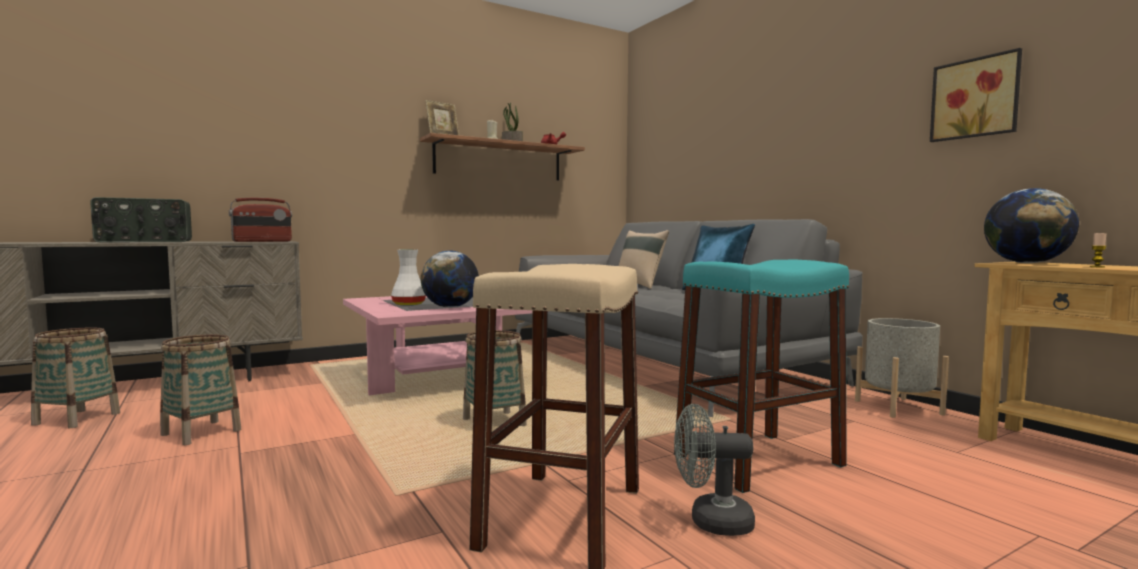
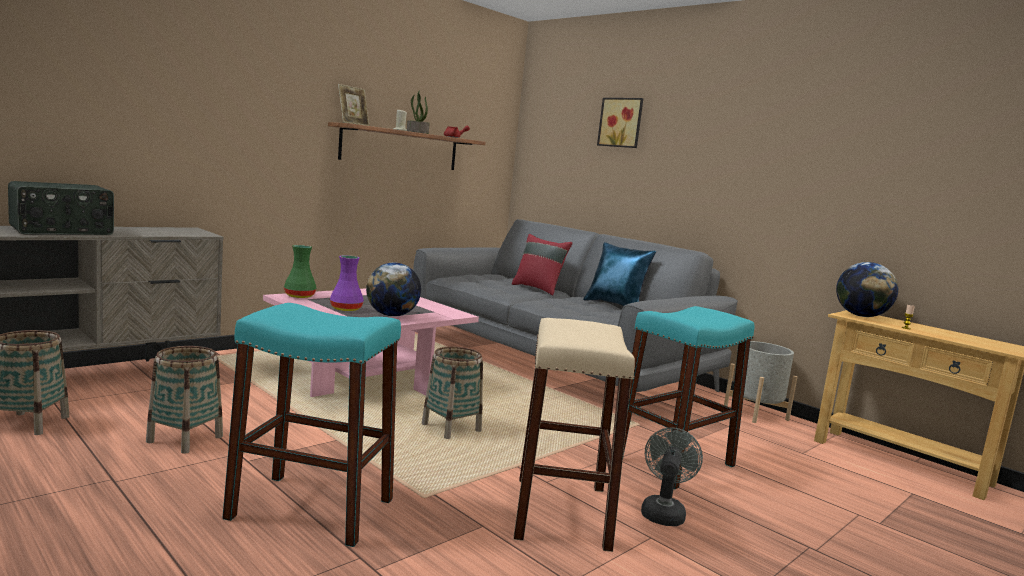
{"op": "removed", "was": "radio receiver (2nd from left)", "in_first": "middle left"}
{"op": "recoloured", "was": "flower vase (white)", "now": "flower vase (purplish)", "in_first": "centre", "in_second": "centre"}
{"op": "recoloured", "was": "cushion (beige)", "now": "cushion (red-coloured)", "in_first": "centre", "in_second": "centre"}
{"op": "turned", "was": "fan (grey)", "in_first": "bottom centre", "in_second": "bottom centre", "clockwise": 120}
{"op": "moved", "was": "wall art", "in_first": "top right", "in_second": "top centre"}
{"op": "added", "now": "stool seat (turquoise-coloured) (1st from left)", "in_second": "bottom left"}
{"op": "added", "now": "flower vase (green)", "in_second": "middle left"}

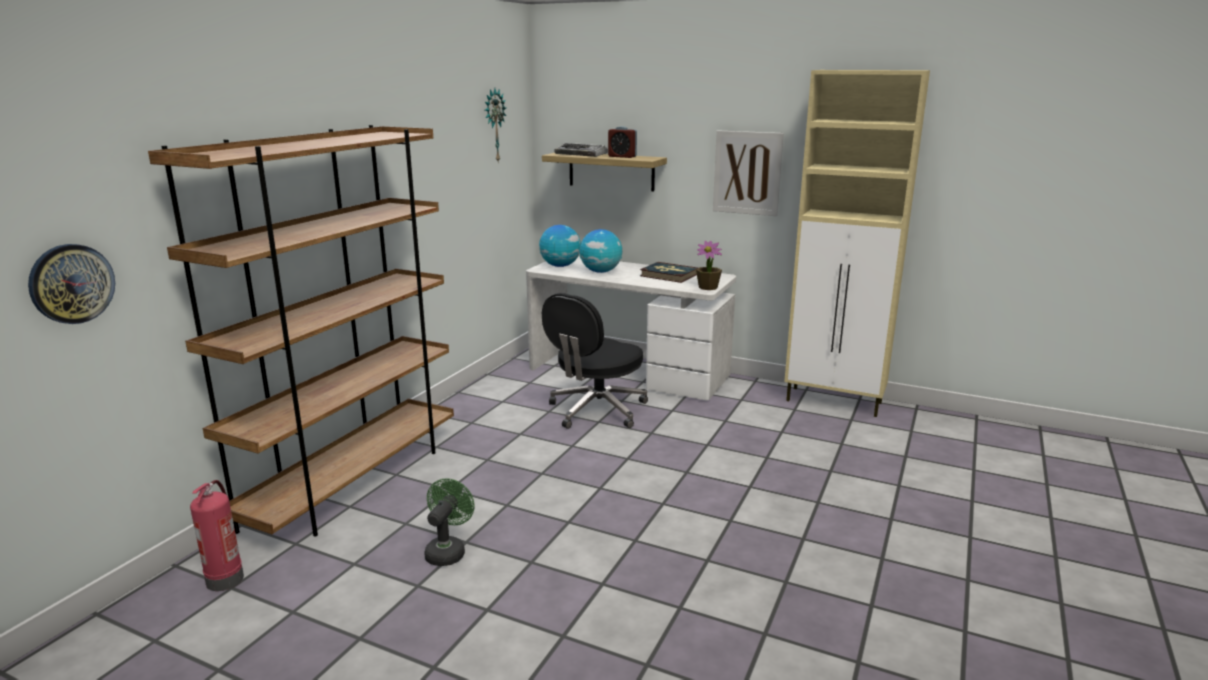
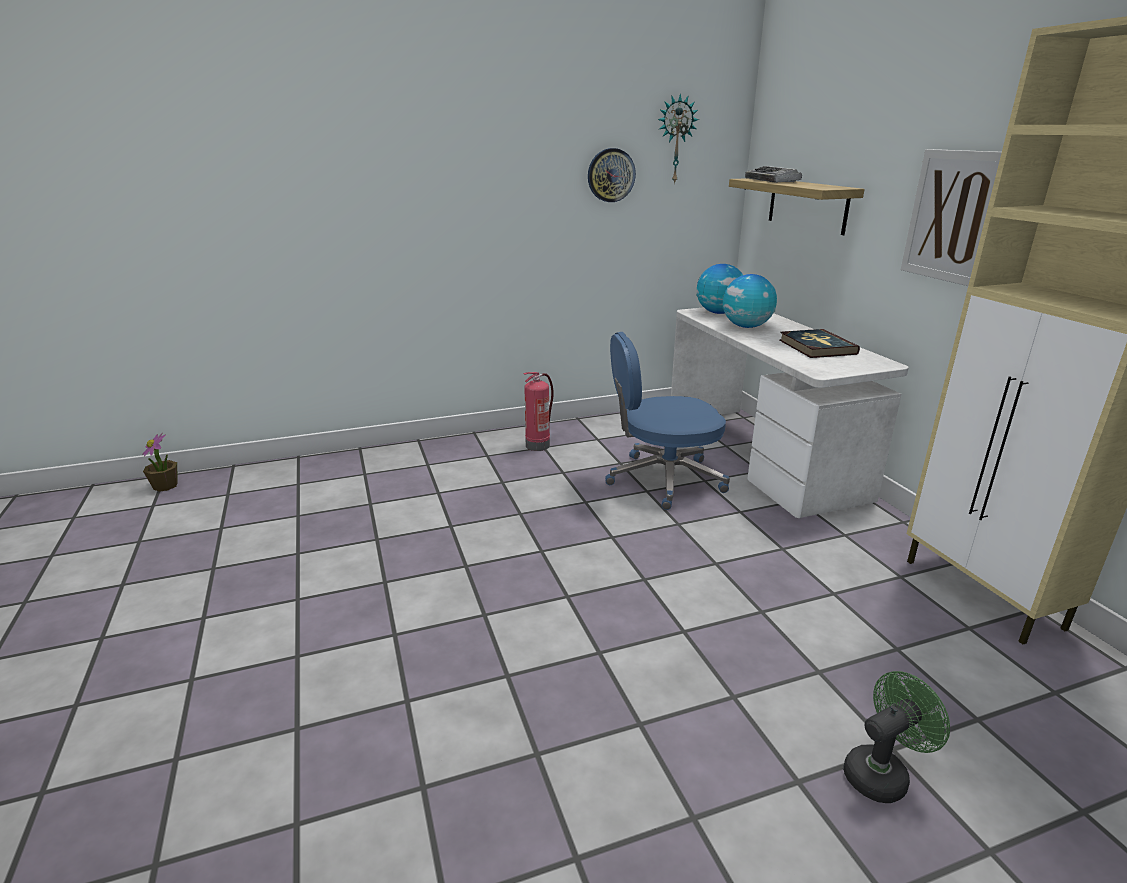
{"op": "moved", "was": "wall clock (1st from left)", "in_first": "middle left", "in_second": "top centre"}
{"op": "removed", "was": "shelving unit (brown)", "in_first": "middle left"}
{"op": "moved", "was": "fire extinguisher", "in_first": "bottom left", "in_second": "centre"}
{"op": "moved", "was": "fan (green)", "in_first": "bottom centre", "in_second": "bottom right"}
{"op": "recoloured", "was": "office chair (blackish)", "now": "office chair (blue-coloured)", "in_first": "centre", "in_second": "centre"}
{"op": "removed", "was": "table clock", "in_first": "top centre"}
{"op": "moved", "was": "potted plant", "in_first": "centre", "in_second": "middle left"}

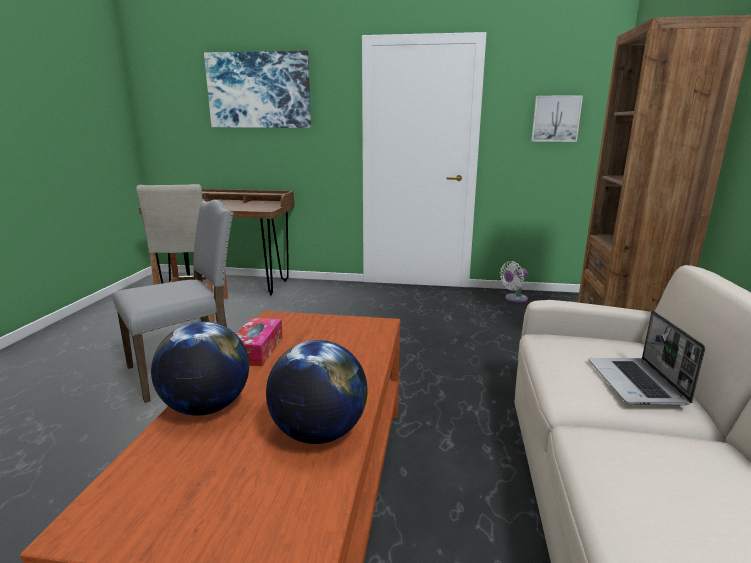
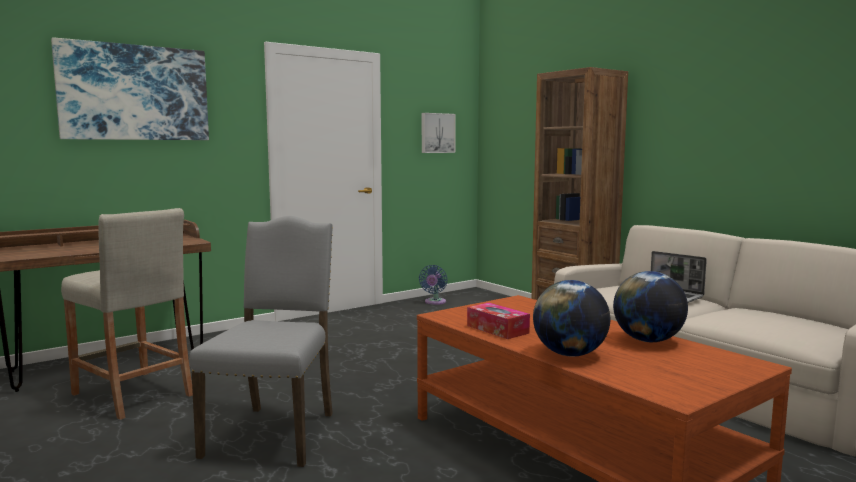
{"op": "recoloured", "was": "fan (white)", "now": "fan (blue-coloured)", "in_first": "middle right", "in_second": "centre"}

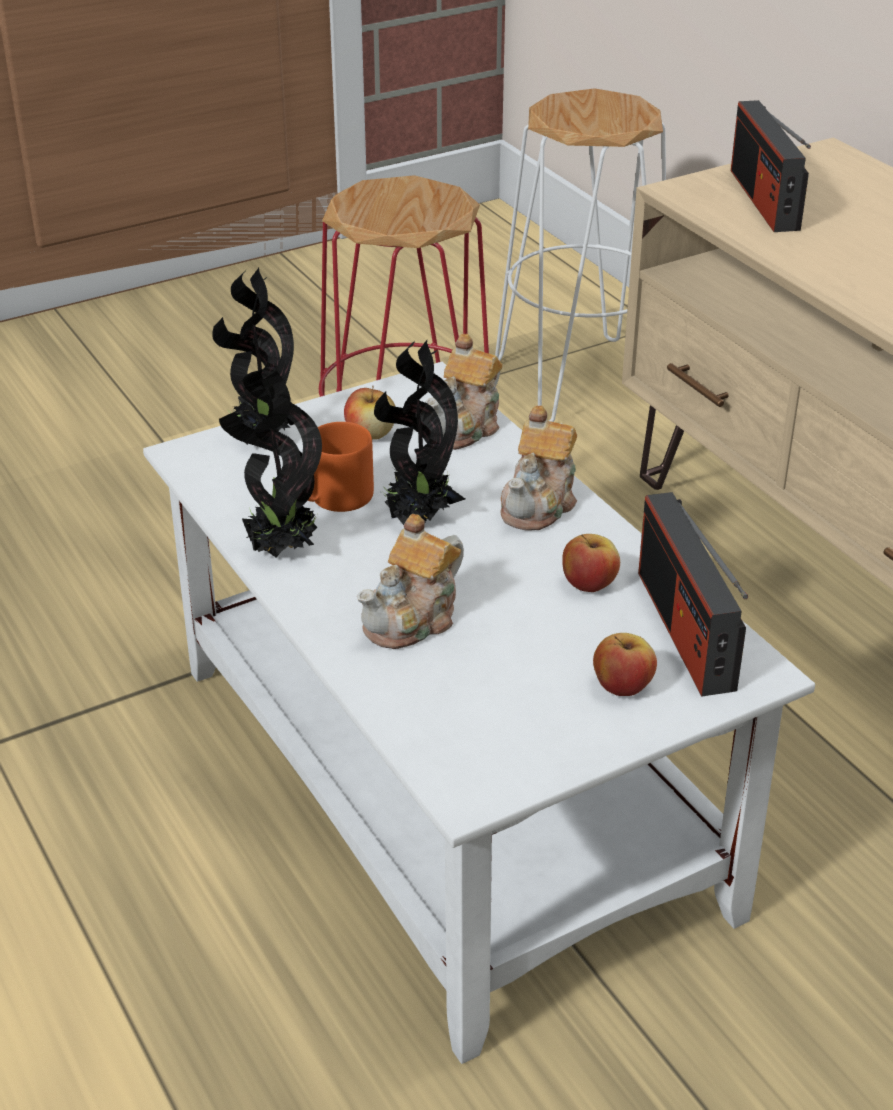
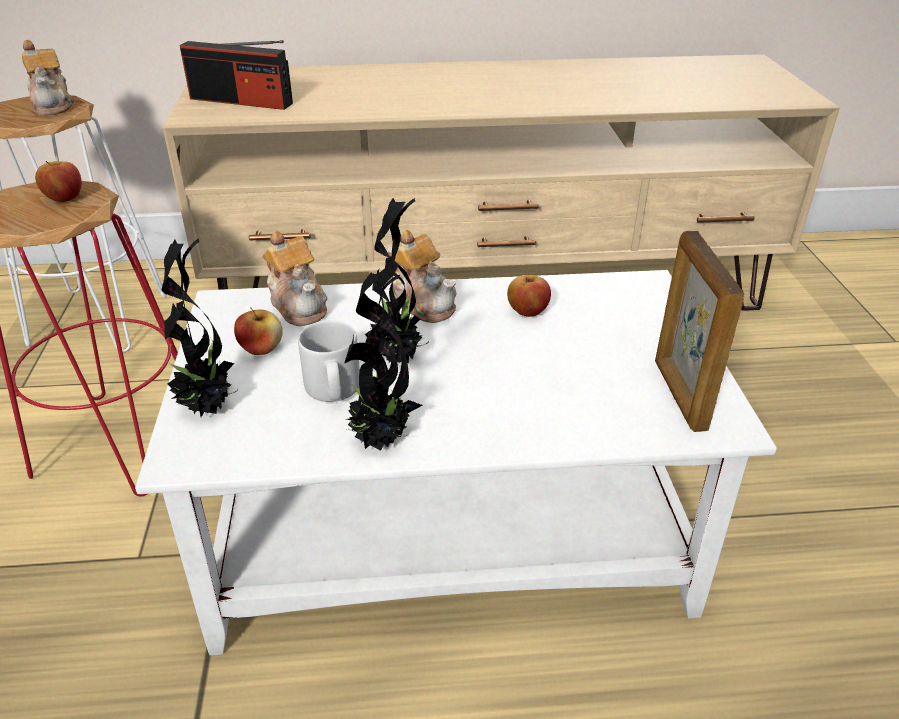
{"op": "recoloured", "was": "tea mug (orange)", "now": "tea mug (grey)", "in_first": "centre", "in_second": "centre"}
{"op": "moved", "was": "pot for tea (1st from left)", "in_first": "centre", "in_second": "top left"}
{"op": "moved", "was": "whole apple (3rd from left in the first image)", "now": "whole apple (1st from left)", "in_first": "middle right", "in_second": "top left"}
{"op": "removed", "was": "radio receiver (1st from left)", "in_first": "middle right"}
{"op": "added", "now": "picture frame", "in_second": "middle right"}

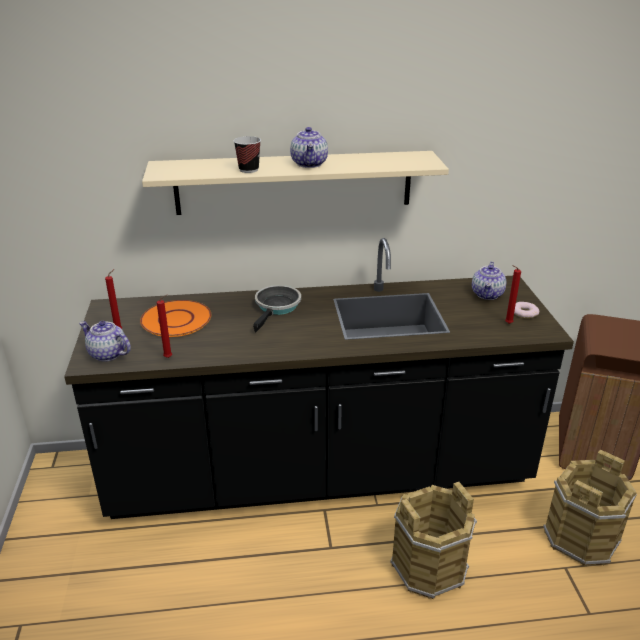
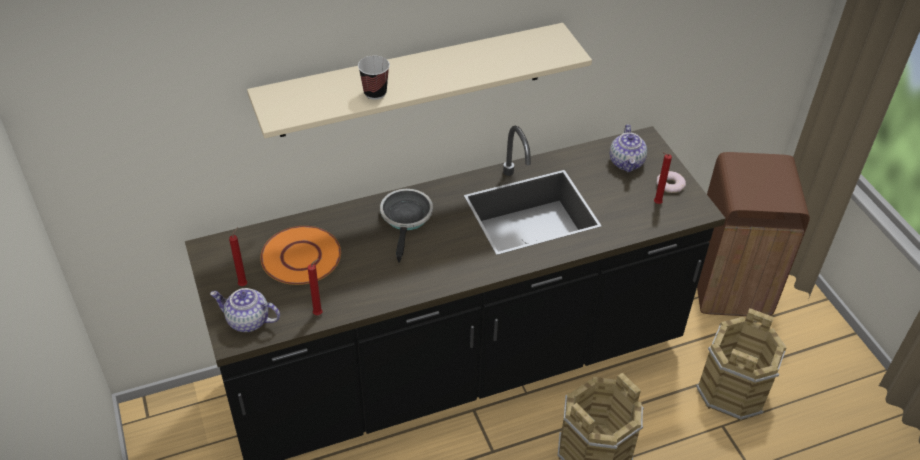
{"op": "removed", "was": "pot for tea (2nd from left)", "in_first": "top centre"}

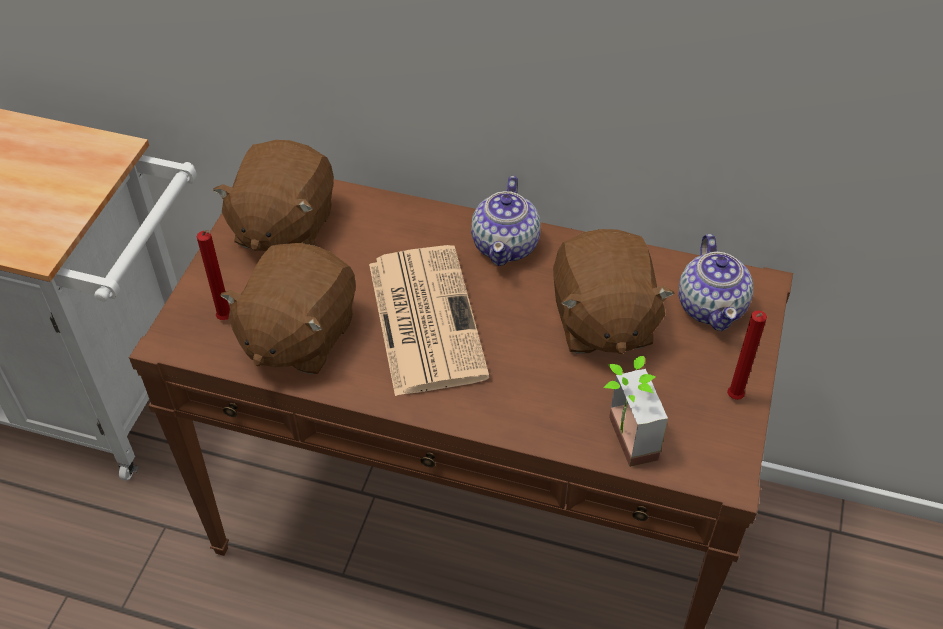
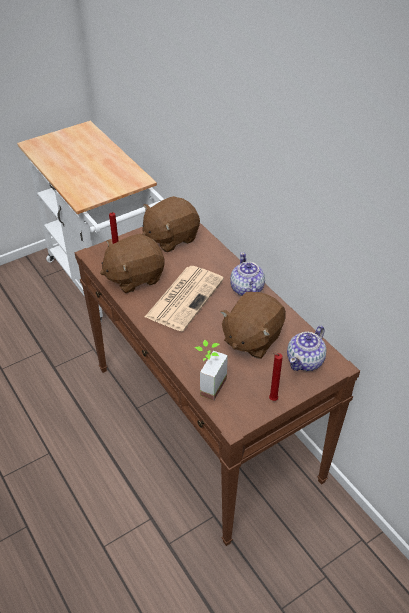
{"op": "turned", "was": "pot for tea (1st from left)", "in_first": "centre", "in_second": "centre", "clockwise": 120}

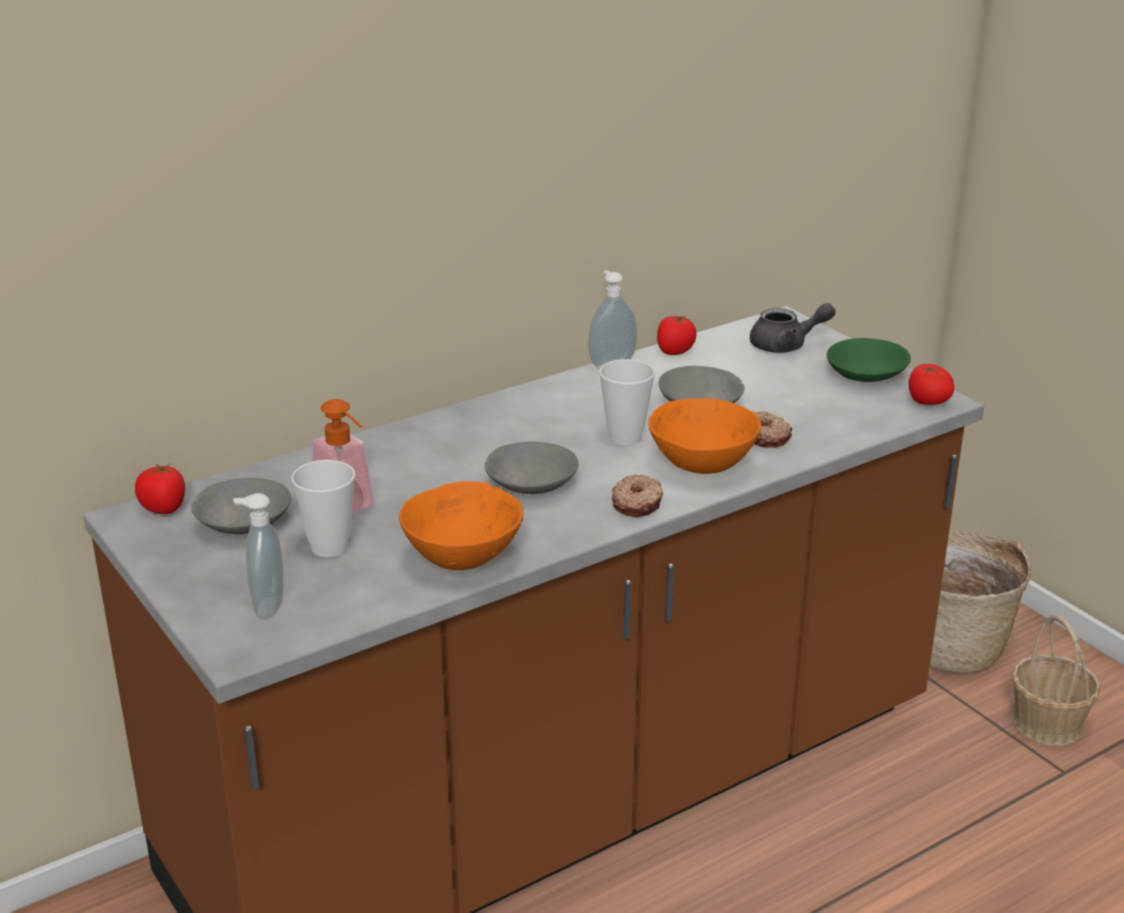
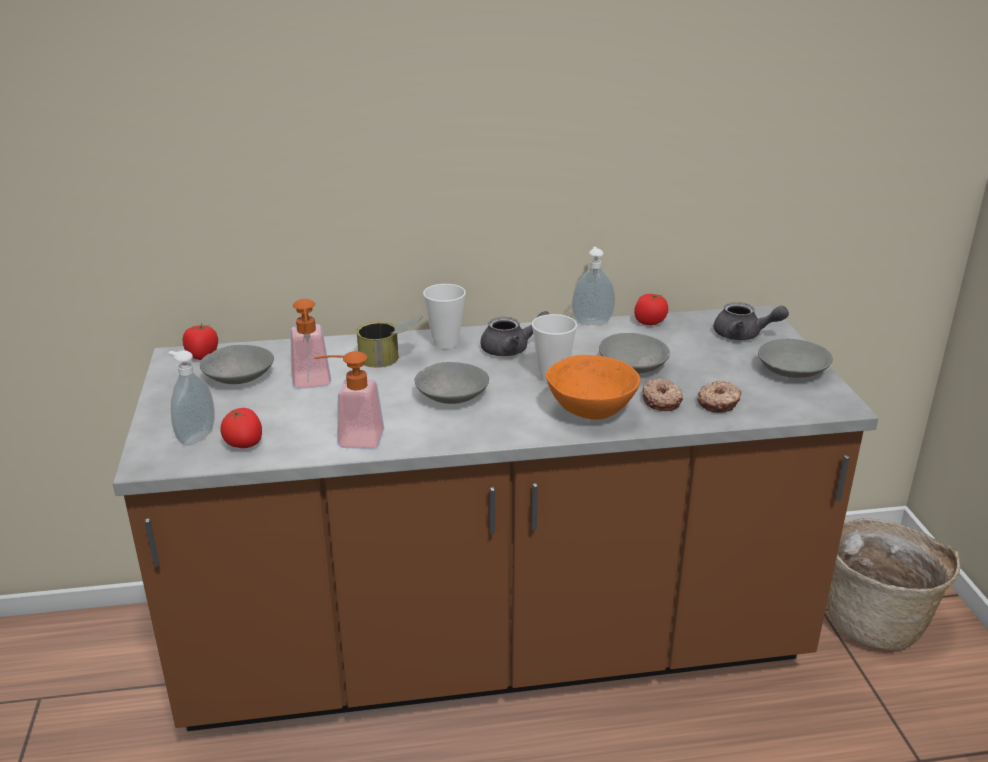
{"op": "moved", "was": "small cup (1st from left)", "in_first": "middle left", "in_second": "centre"}
{"op": "replaced", "was": "bowl (orange) (1st from left)", "now": "liquid soap bottle (3rd from left)", "in_first": "centre", "in_second": "centre"}
{"op": "moved", "was": "donut (1st from left in the first image)", "now": "donut (2nd from left)", "in_first": "centre", "in_second": "middle right"}
{"op": "recoloured", "was": "bowl (green)", "now": "bowl (grey) (4th from left)", "in_first": "middle right", "in_second": "middle right"}
{"op": "moved", "was": "fresh tomato (3rd from left in the first image)", "now": "fresh tomato (2nd from left)", "in_first": "middle right", "in_second": "middle left"}
{"op": "removed", "was": "basket (2nd from left)", "in_first": "bottom right"}
{"op": "added", "now": "sealed can", "in_second": "centre"}
{"op": "added", "now": "pot for tea (grey) (1st from left)", "in_second": "centre"}

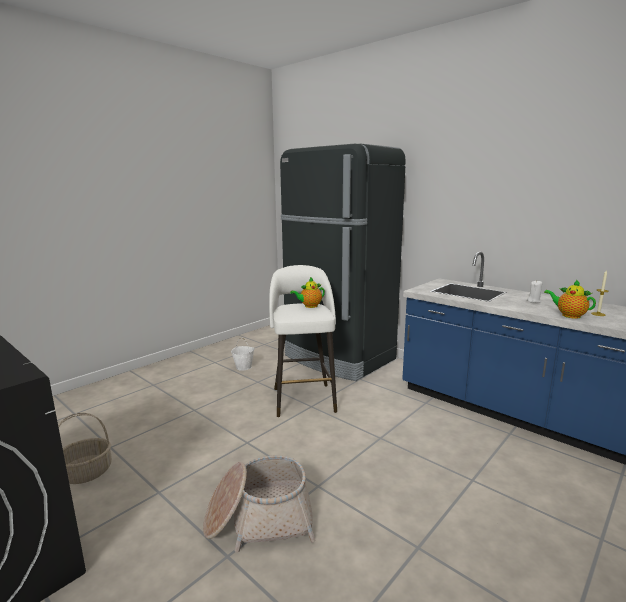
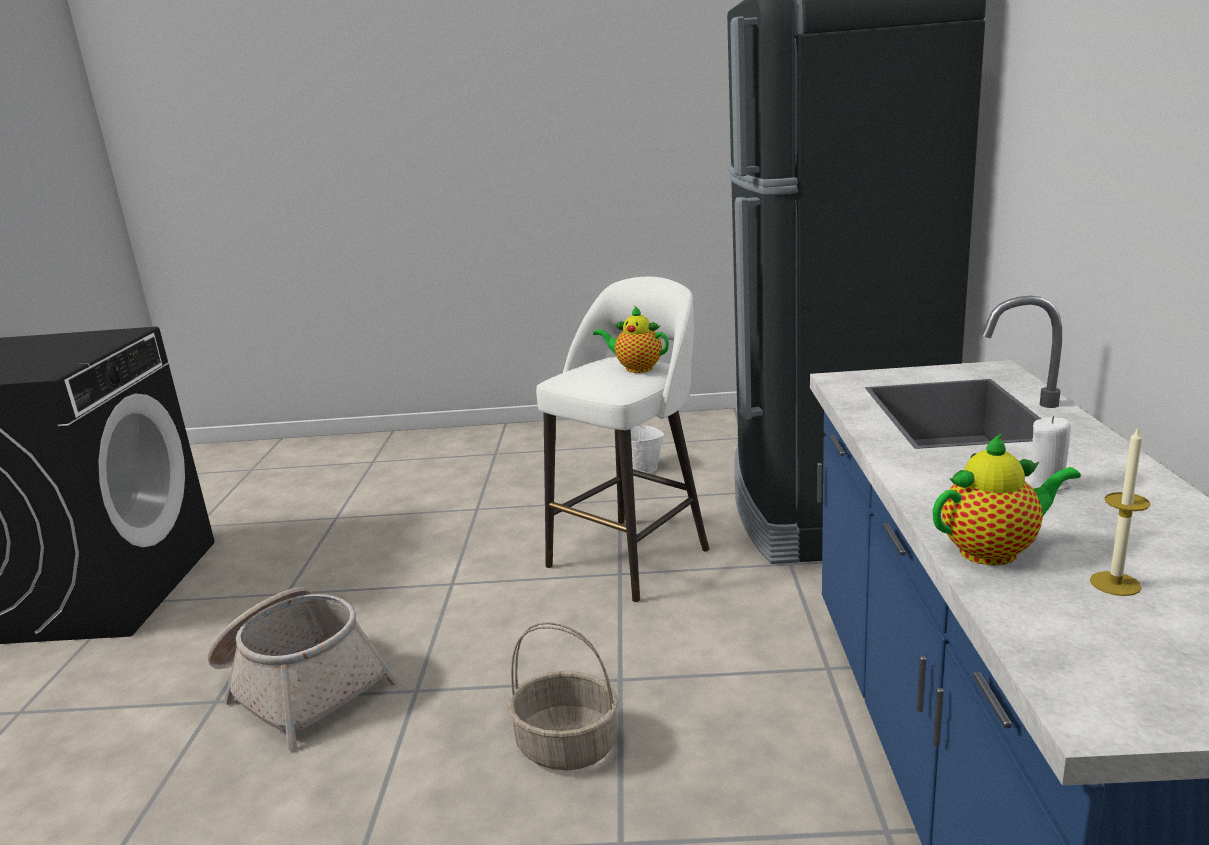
{"op": "moved", "was": "basket (1st from left in the first image)", "now": "basket (2nd from left)", "in_first": "bottom left", "in_second": "bottom centre"}
{"op": "turned", "was": "pot for tea (2nd from left)", "in_first": "middle right", "in_second": "middle right", "clockwise": 75}

